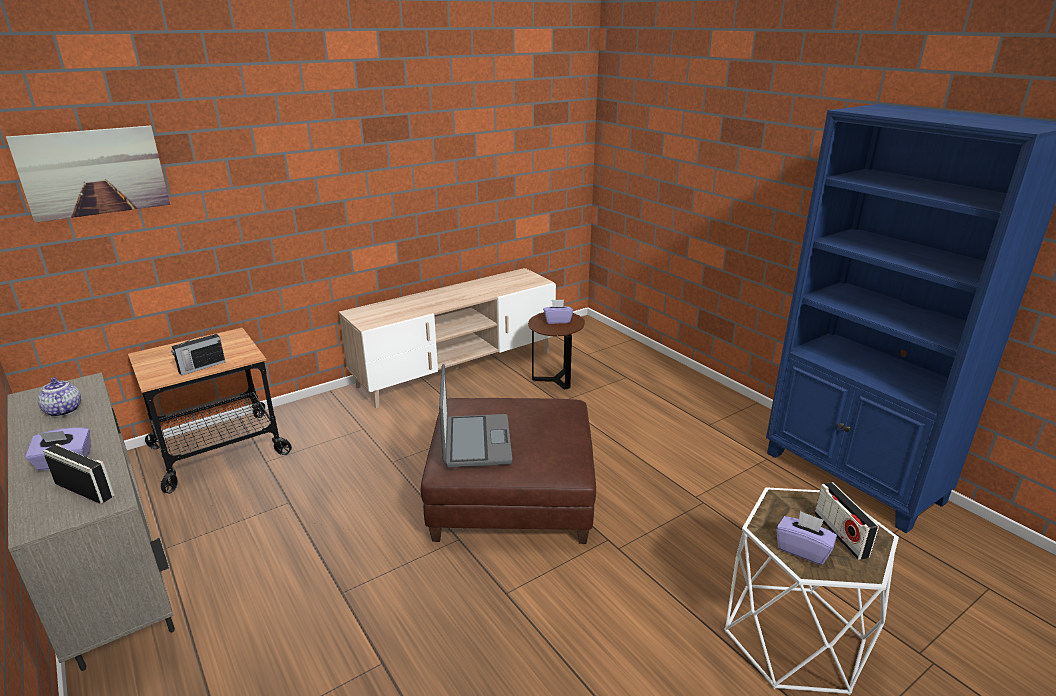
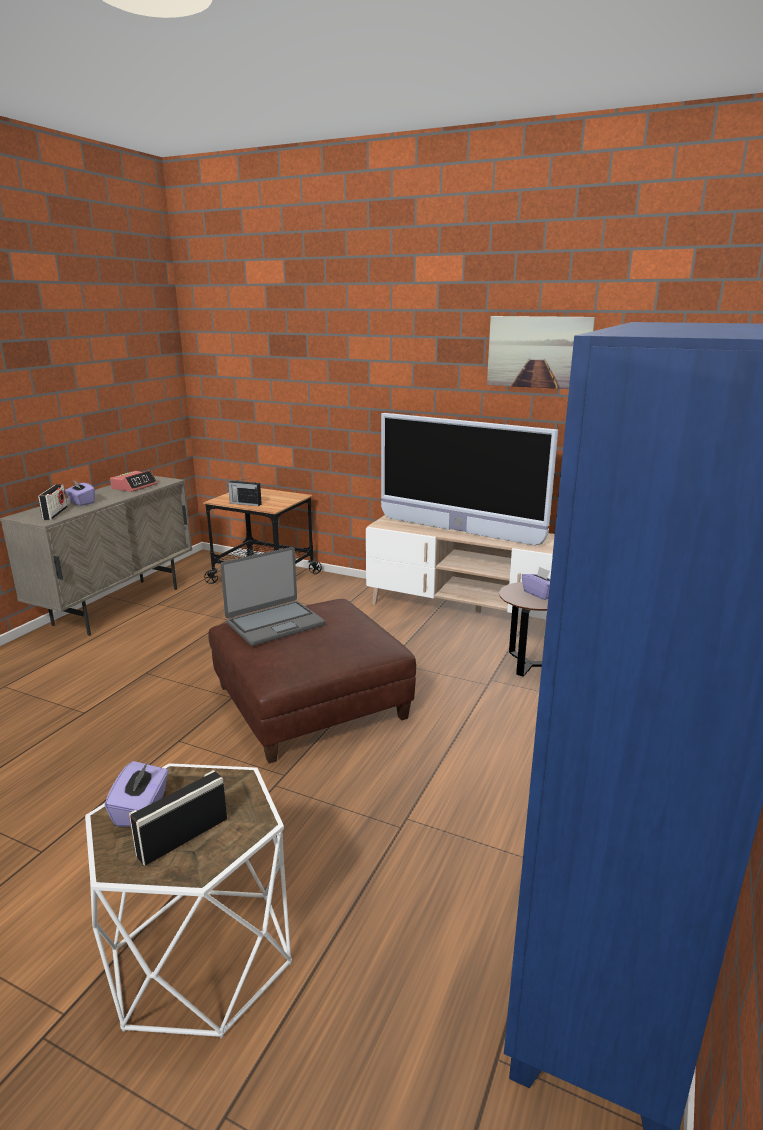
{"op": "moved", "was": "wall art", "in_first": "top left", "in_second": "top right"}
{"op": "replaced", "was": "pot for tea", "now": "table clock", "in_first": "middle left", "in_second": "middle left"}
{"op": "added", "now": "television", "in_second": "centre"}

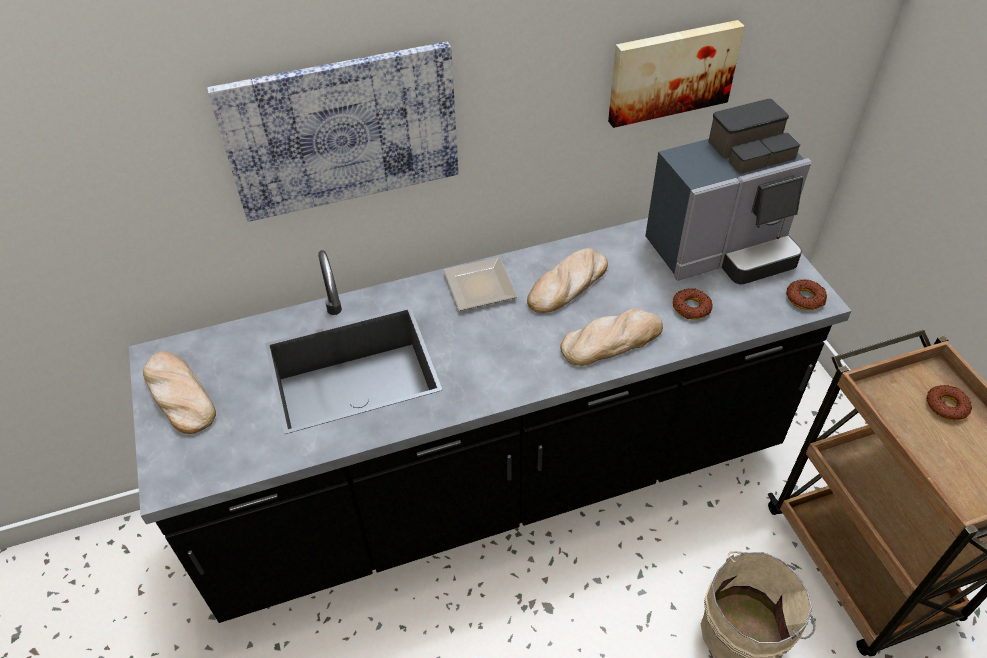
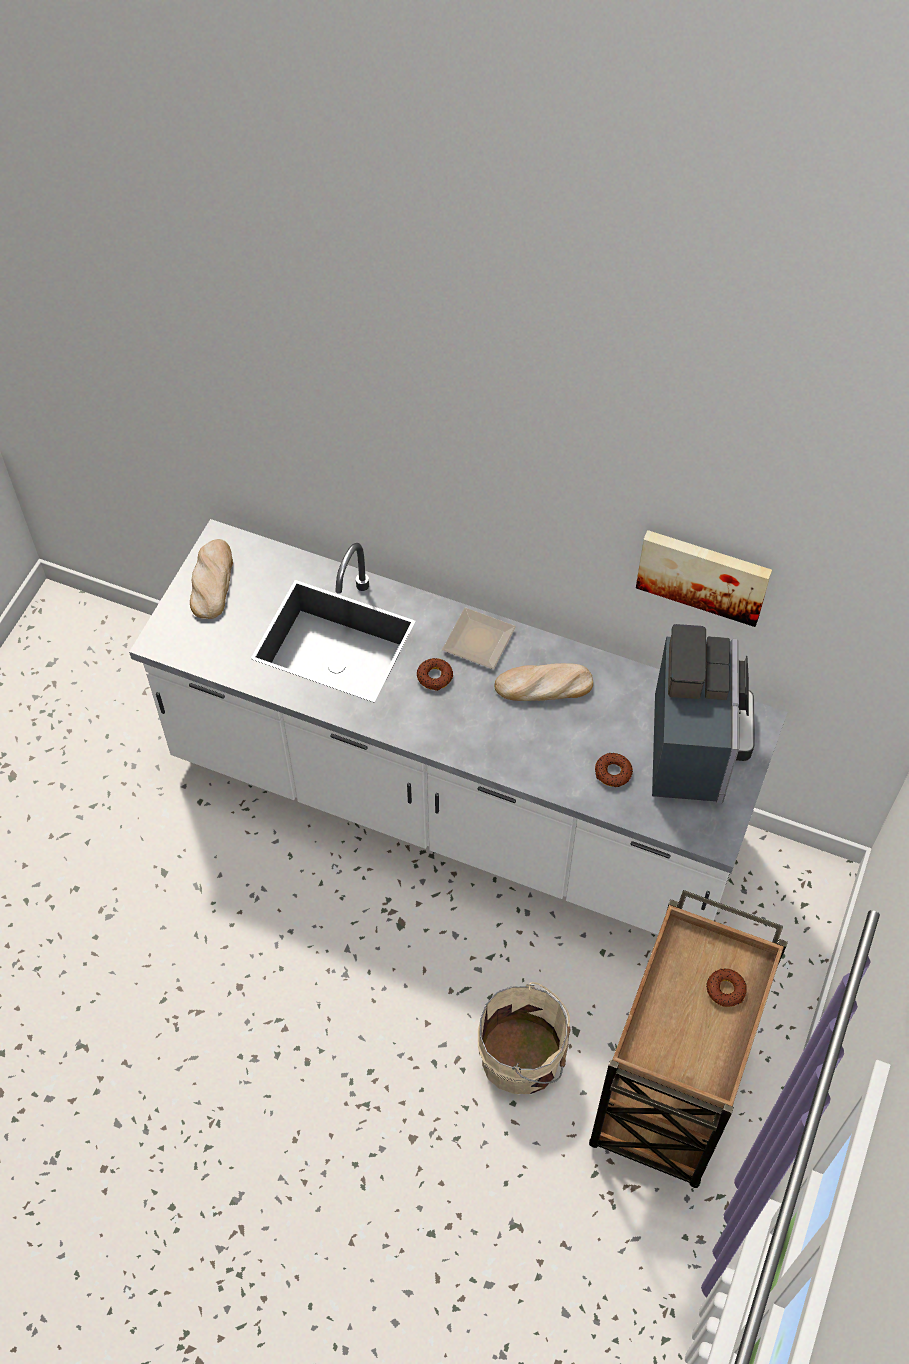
{"op": "recoloured", "was": "kitchen counter (blackish)", "now": "kitchen counter (white)", "in_first": "centre", "in_second": "centre"}
{"op": "removed", "was": "wall art (1st from left)", "in_first": "top centre"}
{"op": "removed", "was": "bread (3rd from left)", "in_first": "centre"}
{"op": "turned", "was": "coffee maker", "in_first": "top right", "in_second": "middle right", "clockwise": -105}
{"op": "moved", "was": "donut (2nd from left in the first image)", "now": "donut (1st from left)", "in_first": "middle right", "in_second": "centre"}

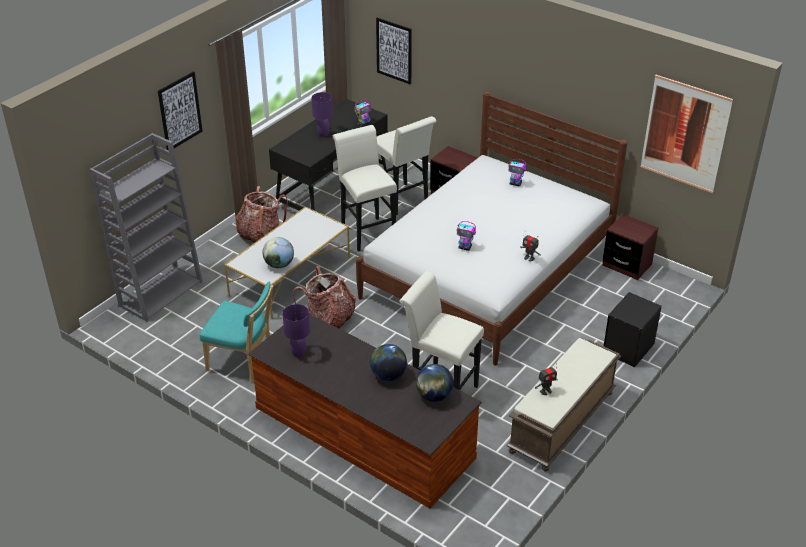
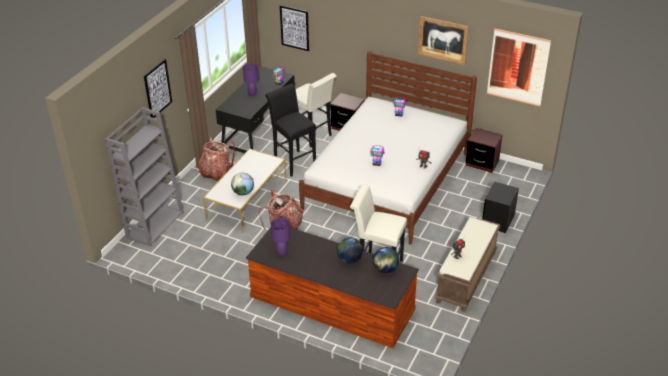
{"op": "removed", "was": "plain chair (turquoise-coloured)", "in_first": "middle left"}
{"op": "recoloured", "was": "stool seat (white) (1st from left)", "now": "stool seat (blackish)", "in_first": "centre", "in_second": "centre"}
{"op": "added", "now": "wall art (3rd from left)", "in_second": "top centre"}

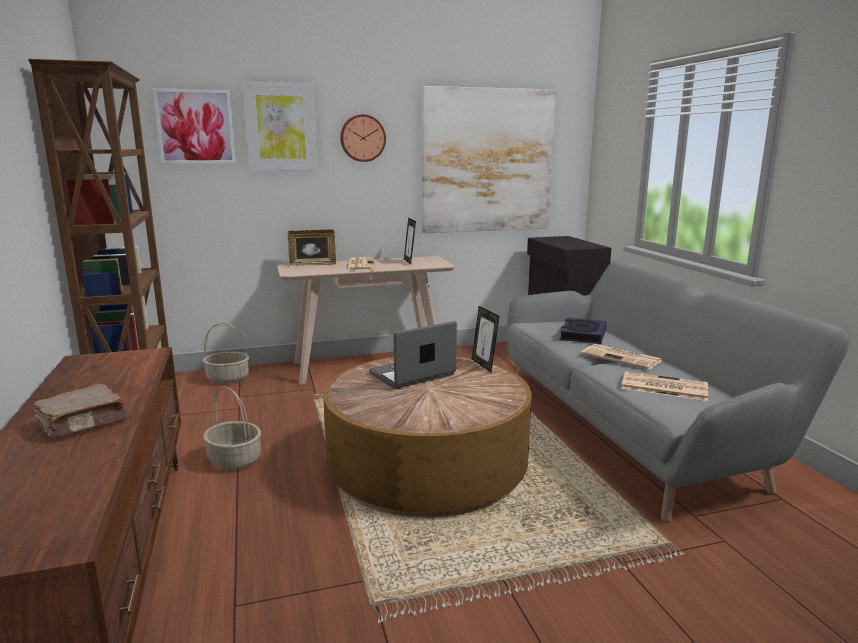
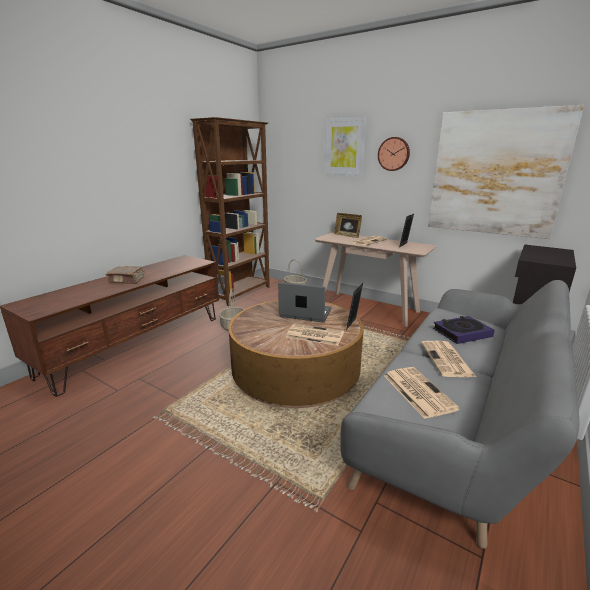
{"op": "removed", "was": "wall art (1st from left)", "in_first": "top left"}
{"op": "added", "now": "newspaper (1st from left)", "in_second": "centre"}

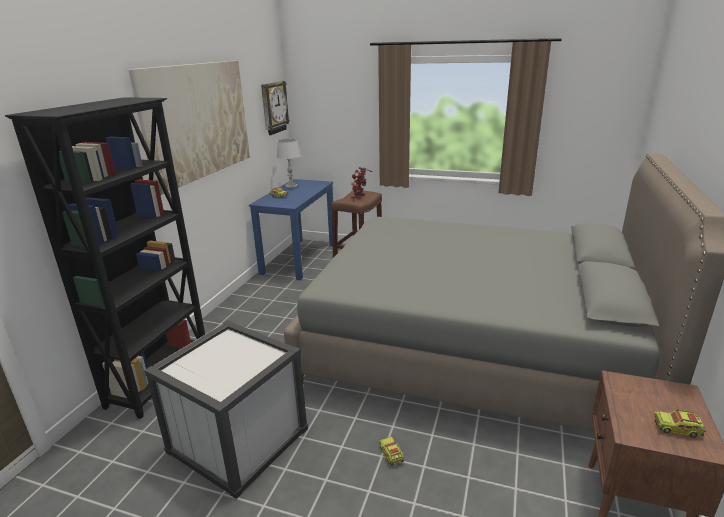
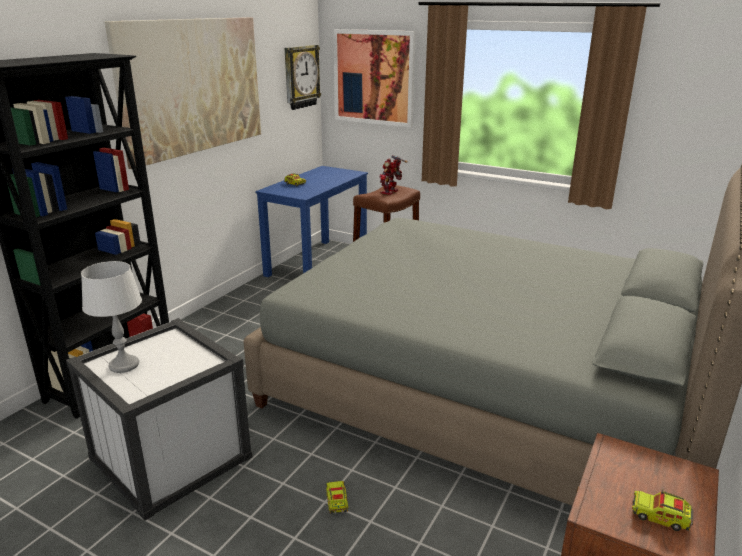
{"op": "moved", "was": "tabletop lamp (grey)", "in_first": "top centre", "in_second": "middle left"}
{"op": "added", "now": "wall art (2nd from left)", "in_second": "top centre"}

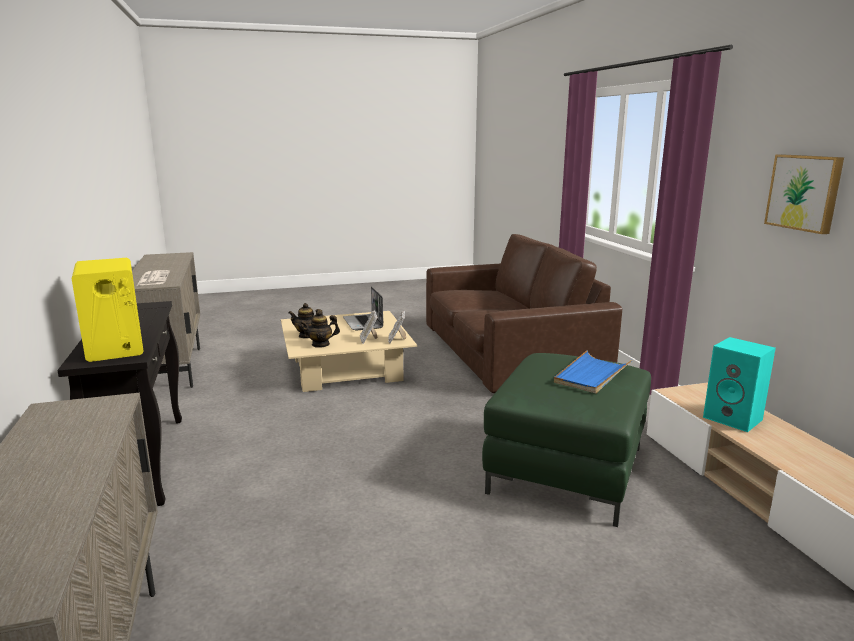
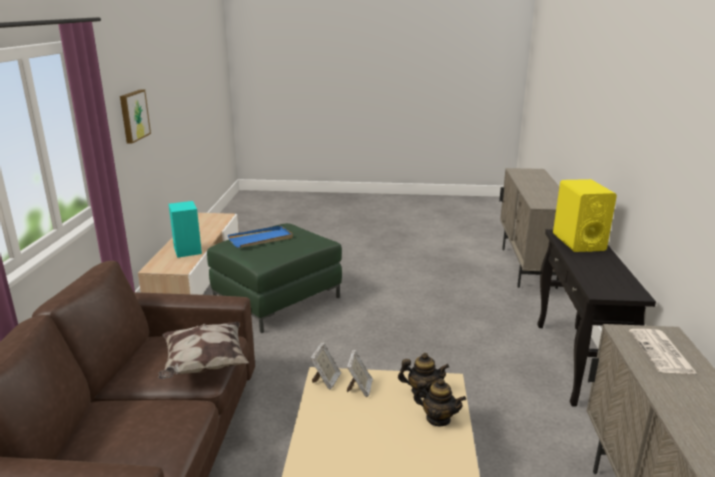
{"op": "removed", "was": "notebook computer", "in_first": "centre"}
{"op": "added", "now": "cushion", "in_second": "bottom left"}

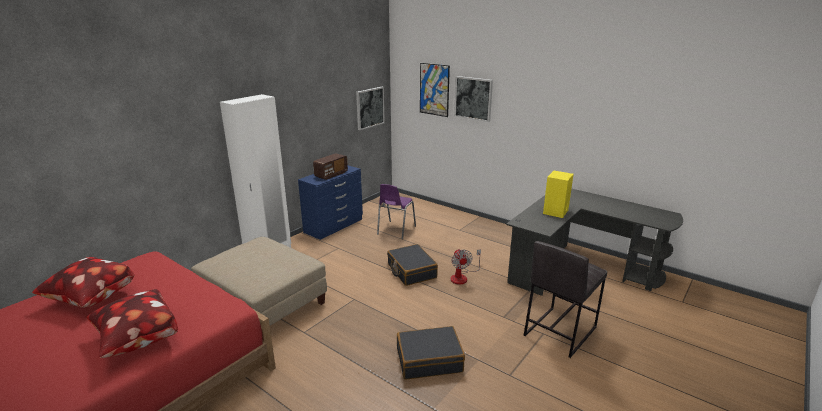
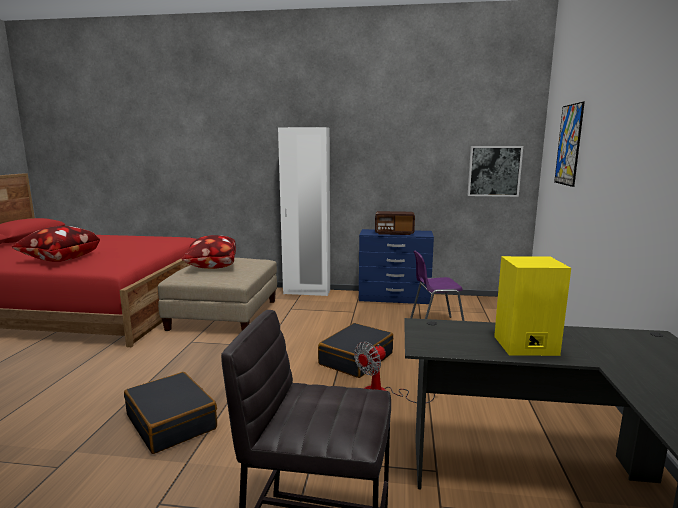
{"op": "moved", "was": "cushion (1st from left in the first image)", "now": "cushion (2nd from left)", "in_first": "bottom left", "in_second": "middle left"}
{"op": "removed", "was": "wall art (3rd from left)", "in_first": "top centre"}

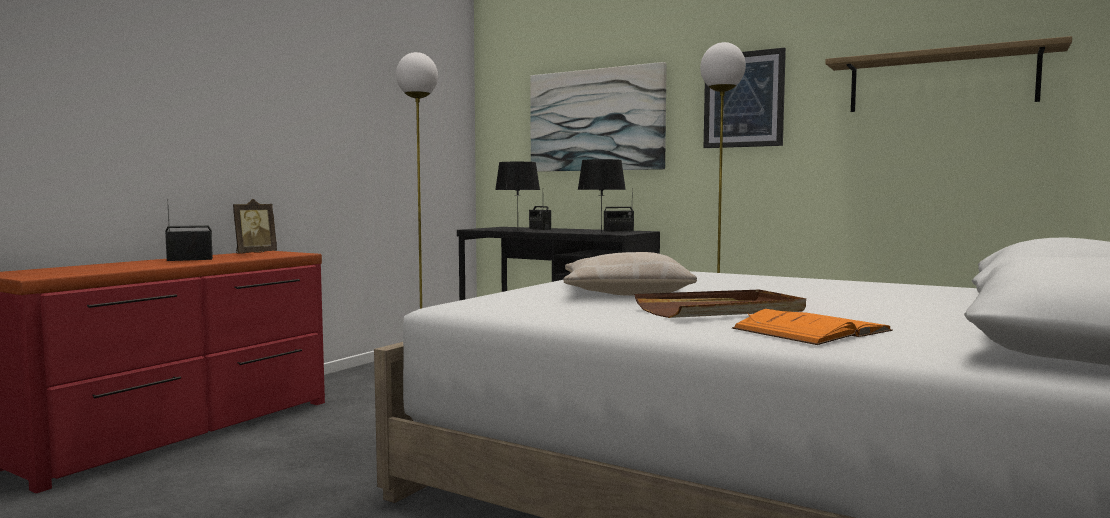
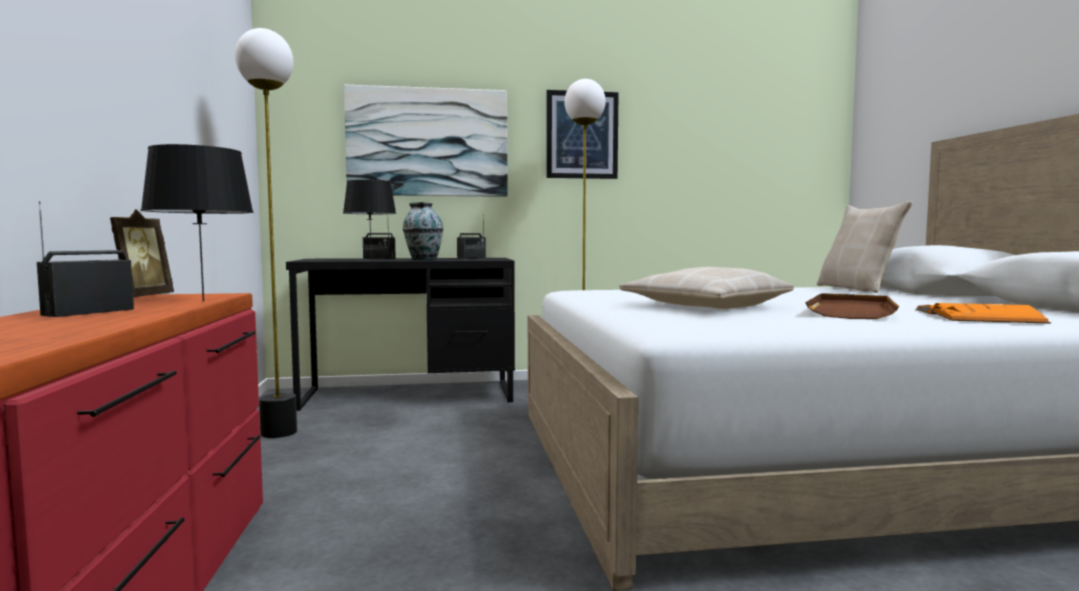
{"op": "moved", "was": "tabletop lamp (blackish) (2nd from left in the first image)", "now": "tabletop lamp (blackish) (1st from left)", "in_first": "centre", "in_second": "middle left"}
{"op": "removed", "was": "shelf", "in_first": "top right"}
{"op": "added", "now": "flower vase", "in_second": "centre"}
{"op": "added", "now": "cushion (beige) (2nd from left)", "in_second": "middle right"}

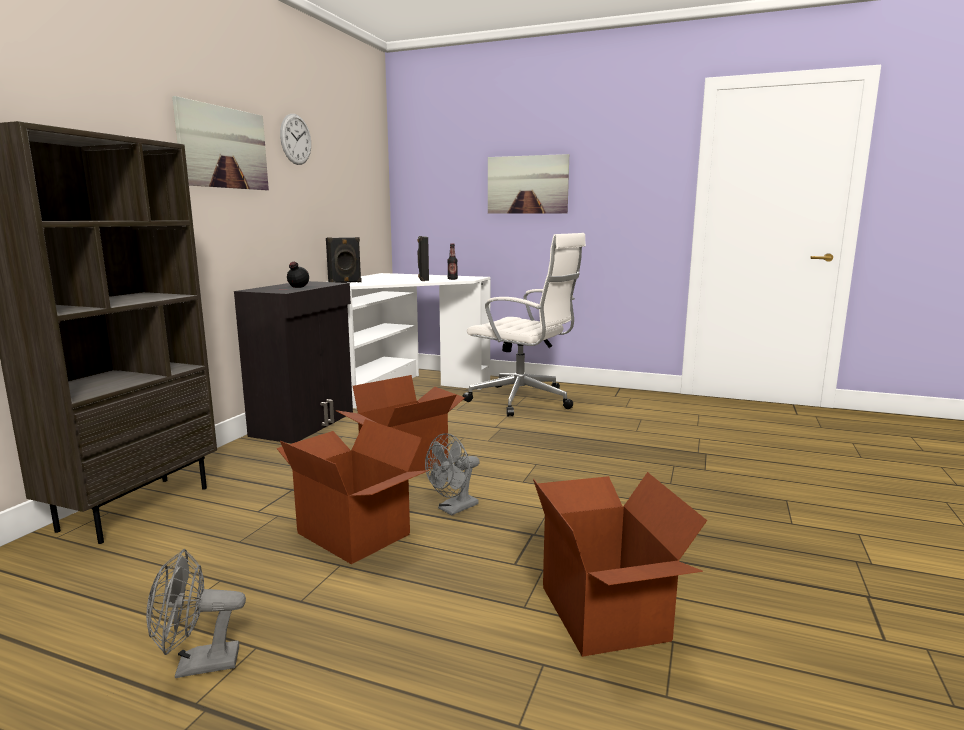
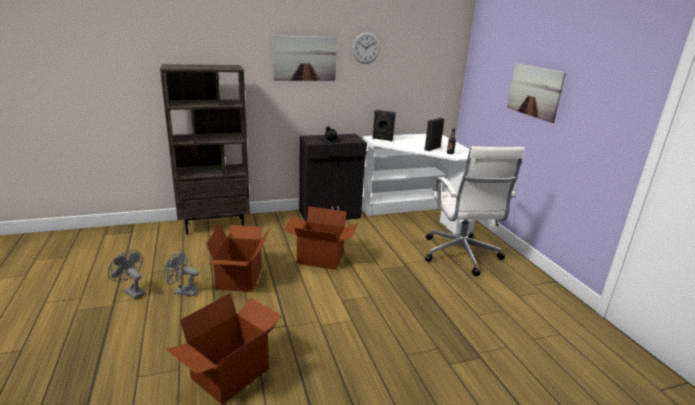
{"op": "moved", "was": "fan (grey) (2nd from left)", "in_first": "centre", "in_second": "bottom left"}

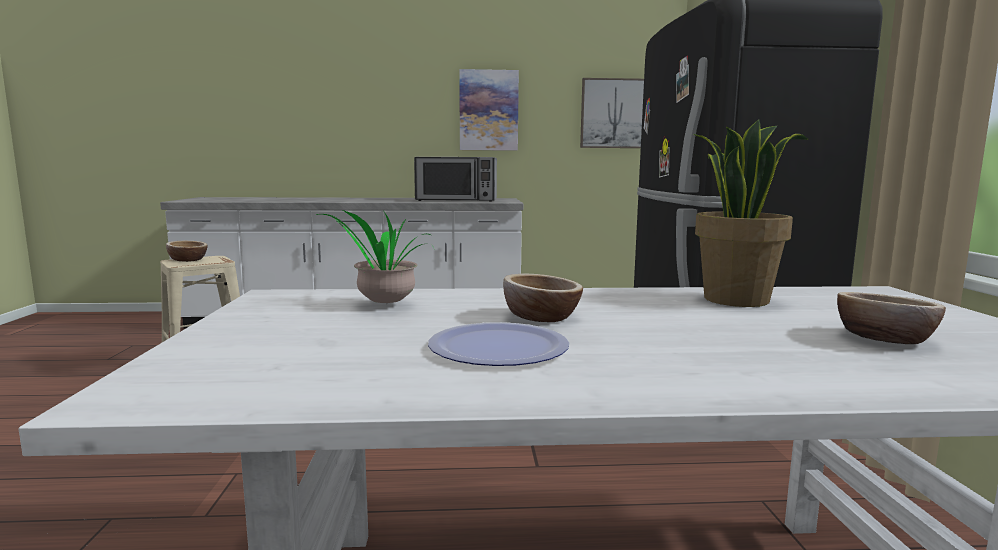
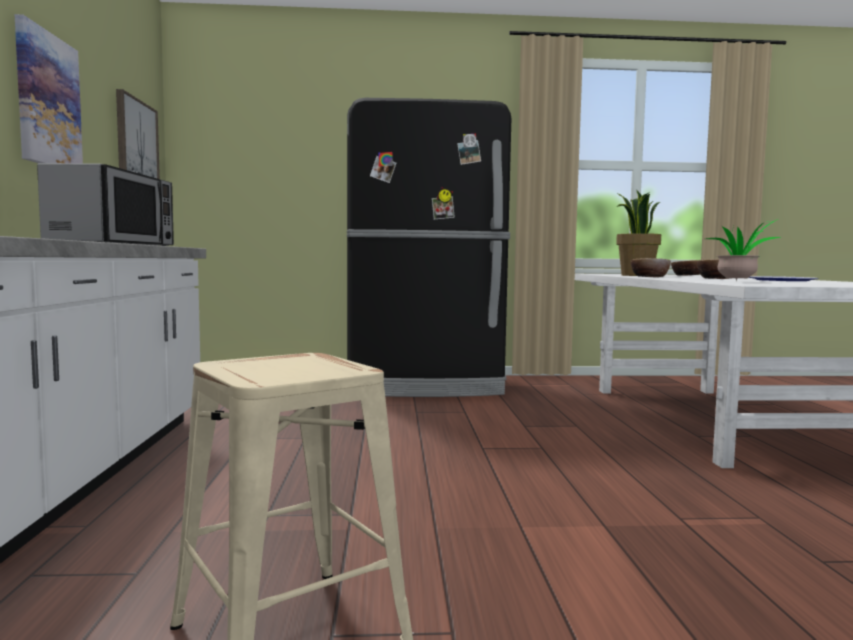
{"op": "moved", "was": "bowl (1st from left)", "in_first": "middle left", "in_second": "middle right"}

